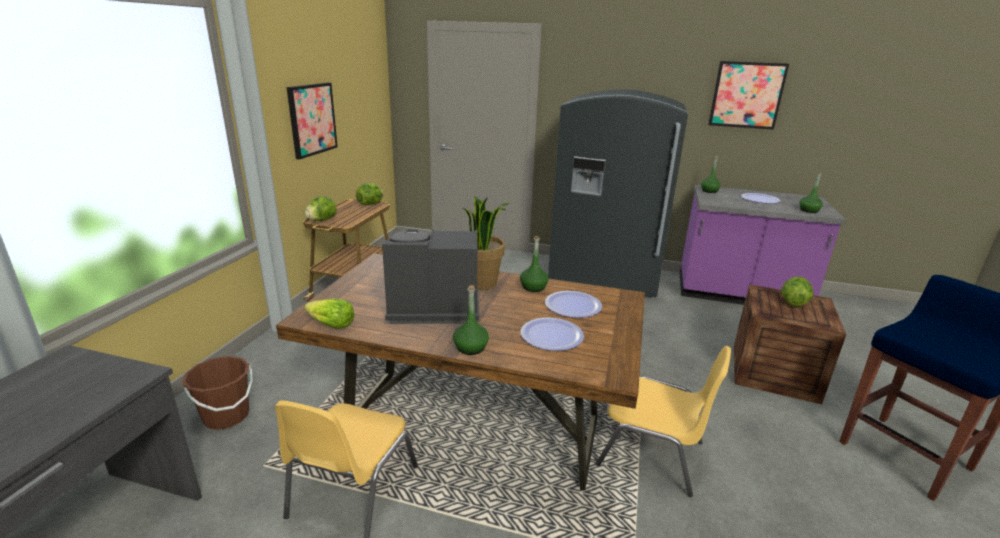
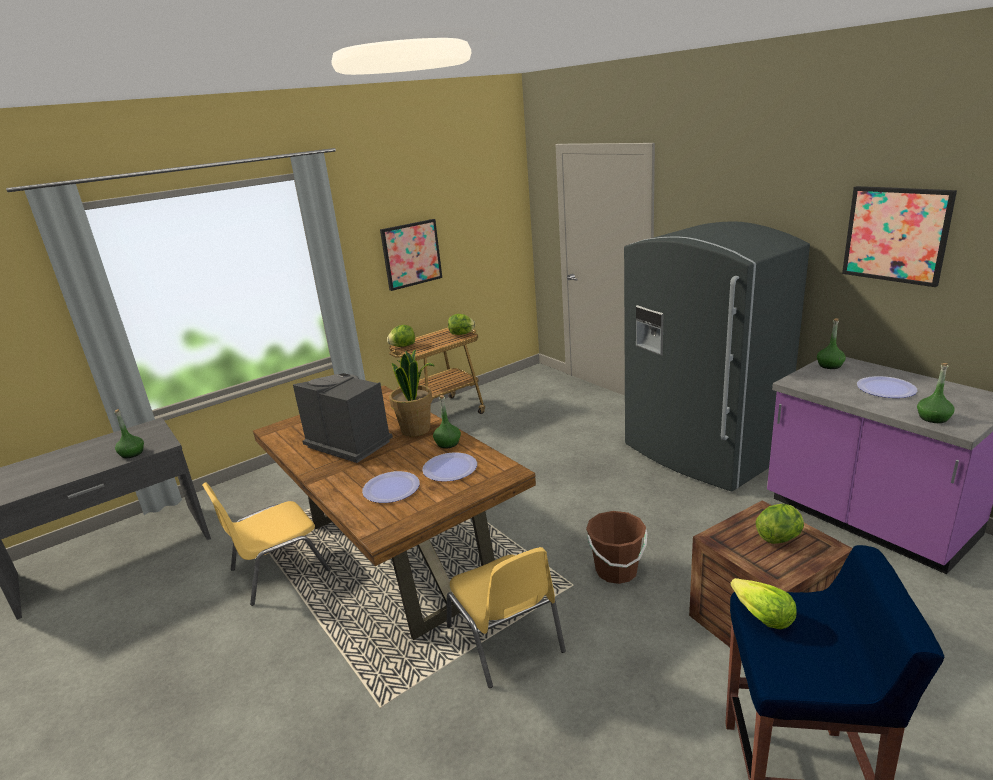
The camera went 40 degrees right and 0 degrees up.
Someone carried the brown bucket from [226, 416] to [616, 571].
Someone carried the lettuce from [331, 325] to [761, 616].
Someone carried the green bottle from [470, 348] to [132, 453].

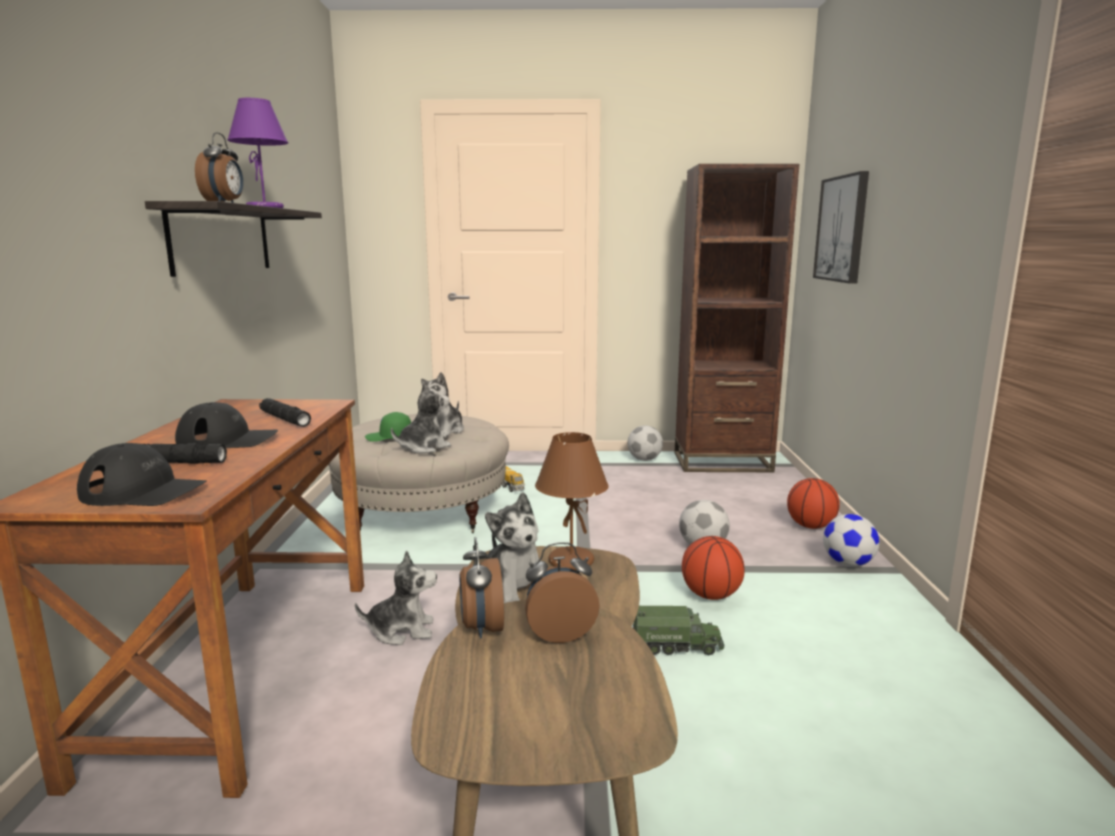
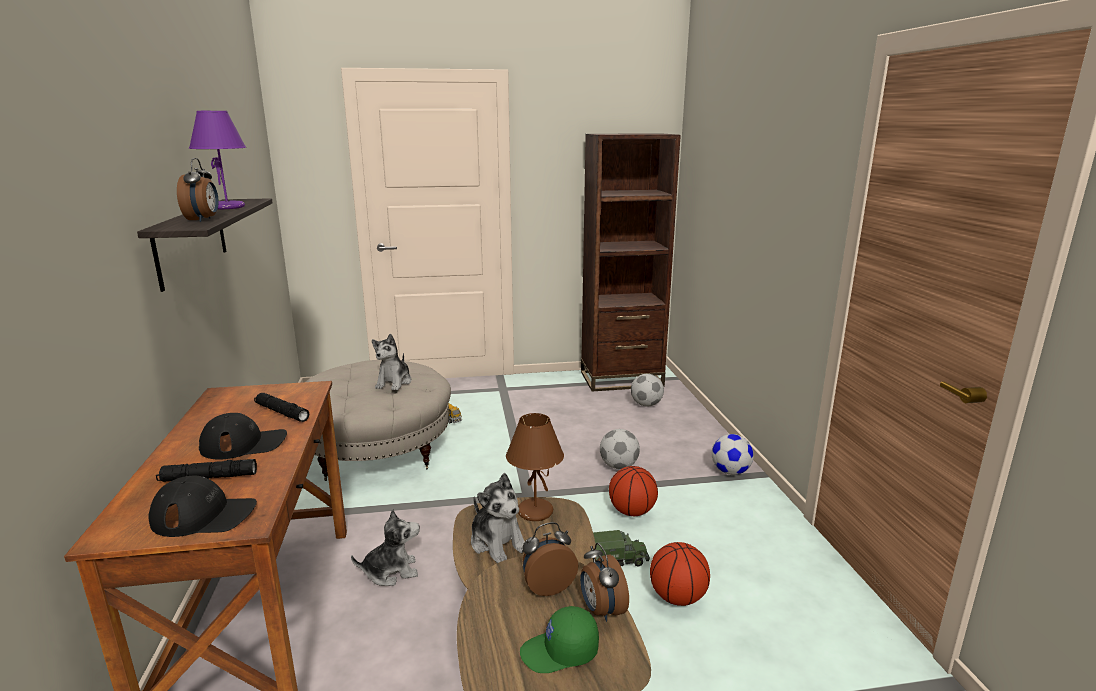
The camera went 10 degrees left and 5 degrees up.
Someone took away the plush toy at [423, 447].
Someone took away the picture at [842, 229].
Someone carried the green cap from [389, 437] to [560, 652].
Someone carried the alarm clock from [481, 628] to [601, 610].
Someone carried the football from [644, 459] to [646, 404].
Someone carried the basketball from [810, 526] to [678, 597].

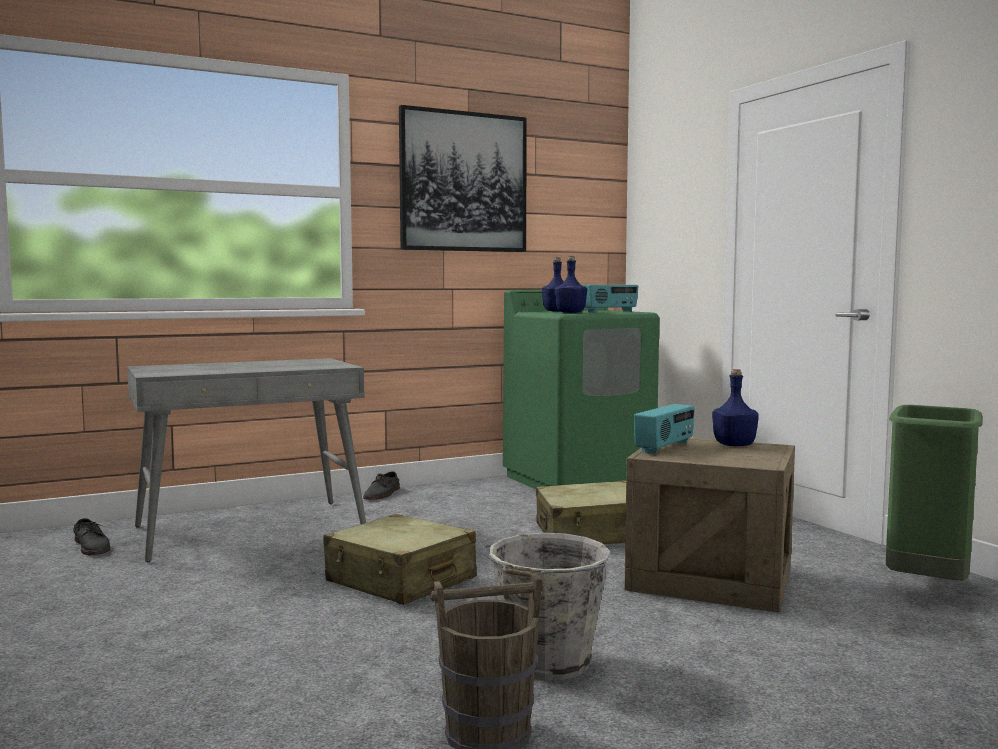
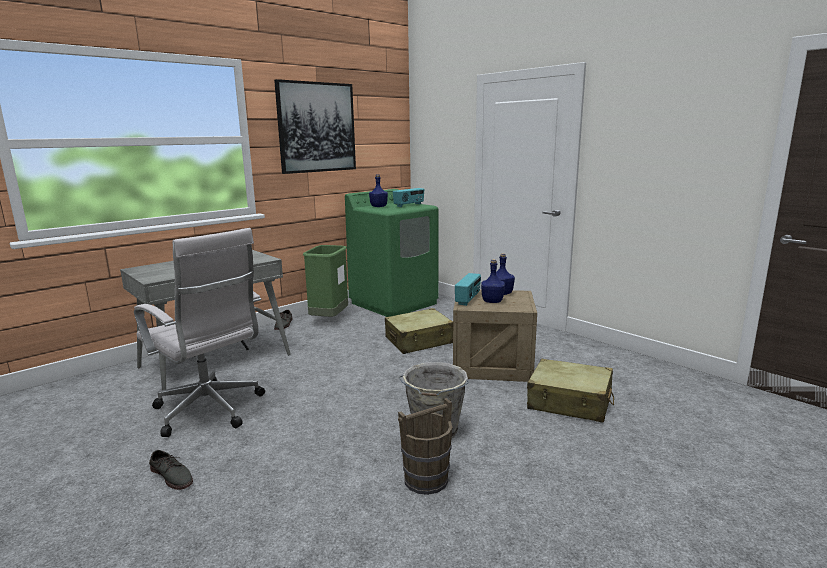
The camera went 15 degrees left and 10 degrees up.
Someone put down the white office chair at [211, 411].
Someone carried the grey shoe from [92, 547] to [172, 476].
Someone carried the beige suitcase from [400, 581] to [569, 402].
Someone carried the blue bottle from [571, 312] to [493, 301].
Someone carried the green trash can from [926, 587] to [329, 319].

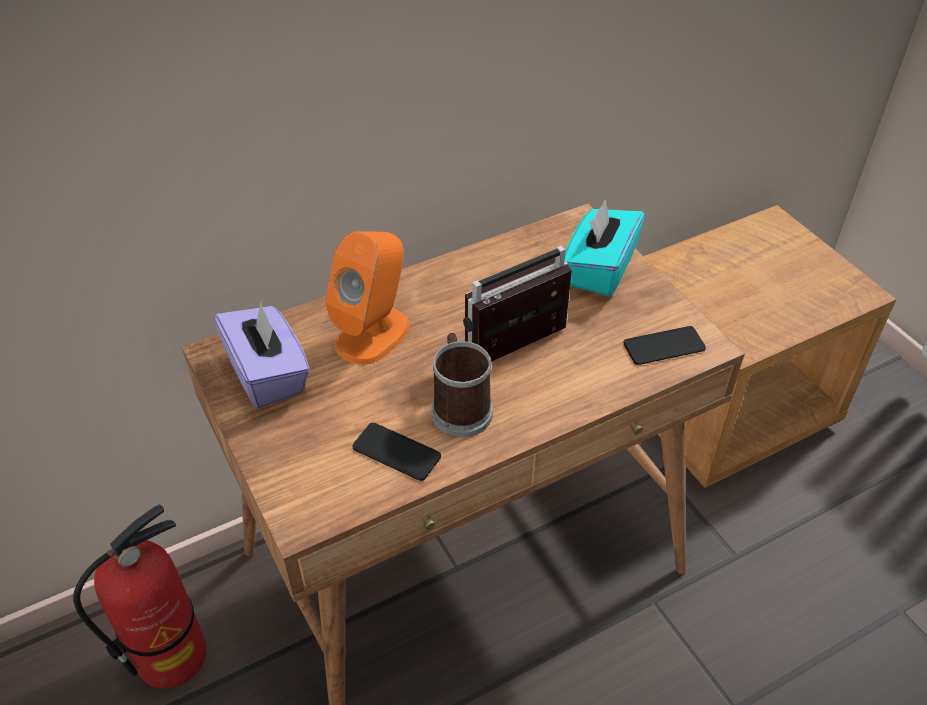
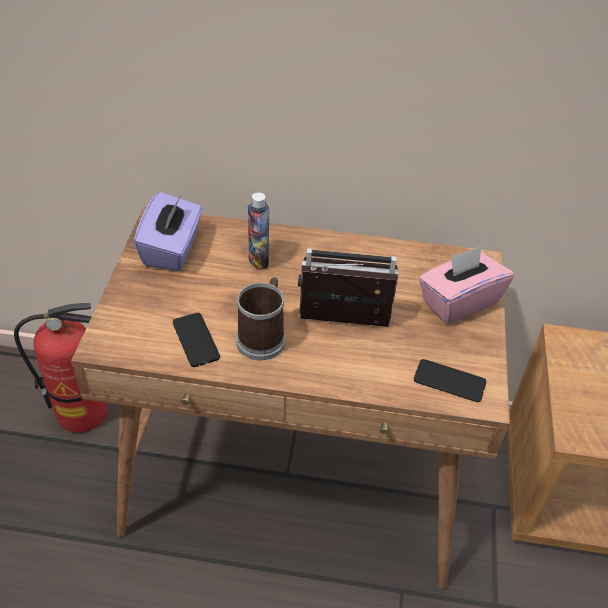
The camera went 35 degrees right and 0 degrees up.
Someone swapped the orange speaker at [373, 334] for the bottle at [258, 260].
Someone repainted the turquoise tissue box at [599, 269], which became the pink tissue box at [458, 302].

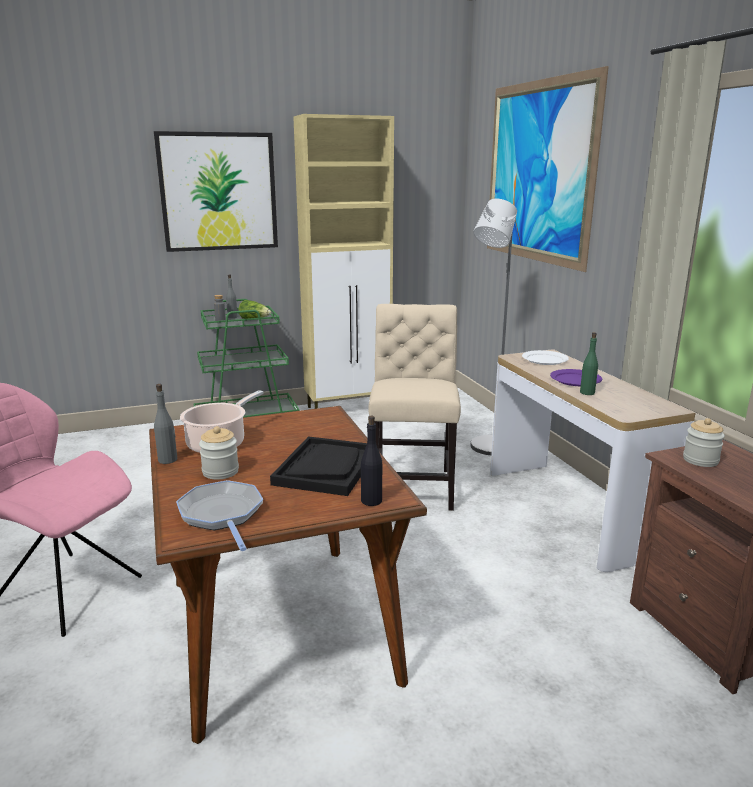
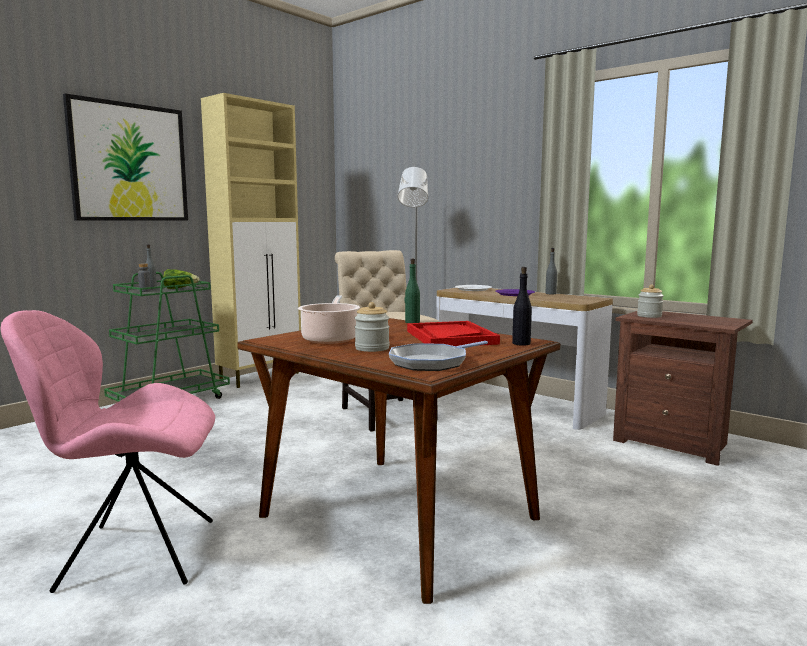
The camera went 30 degrees left and 10 degrees down.
Someone took away the picture at [537, 172].
Someone carried the grey bottle from [168, 460] to [551, 293].
Someone carried the green bottle from [587, 392] to [412, 322].
Someone repainted the black tray at [326, 468], which became the red tray at [450, 337].
Someone rotated the frying pan at [222, 515] by 75 degrees counterclockwise.

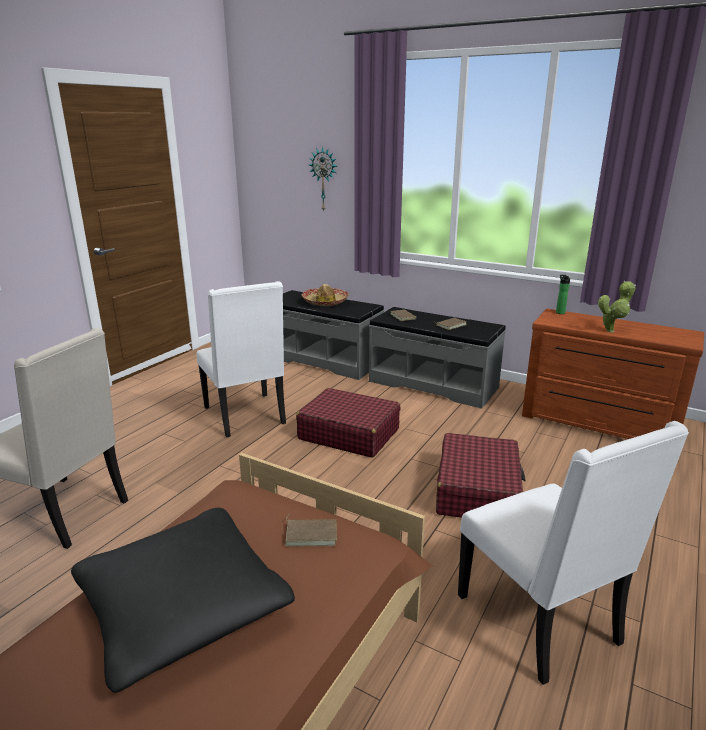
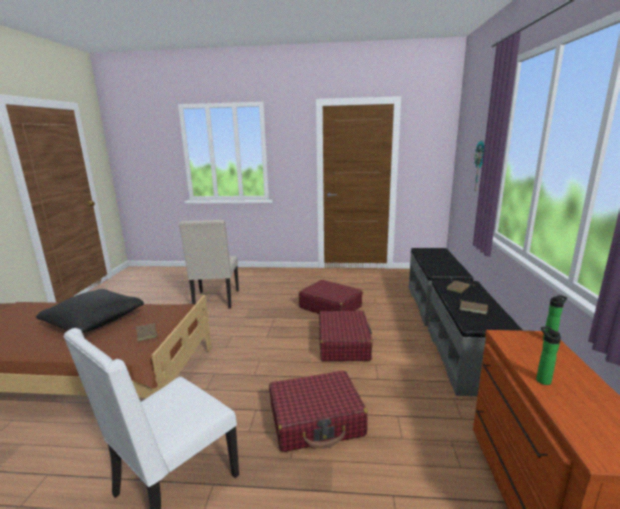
The camera went 65 degrees right and 5 degrees down.
Someone took away the hat at [325, 302].
Someone swapped the white chair at [246, 416] for the red suitcase at [330, 307].
Someone swapped the potted plant at [611, 330] for the bottle at [541, 379].

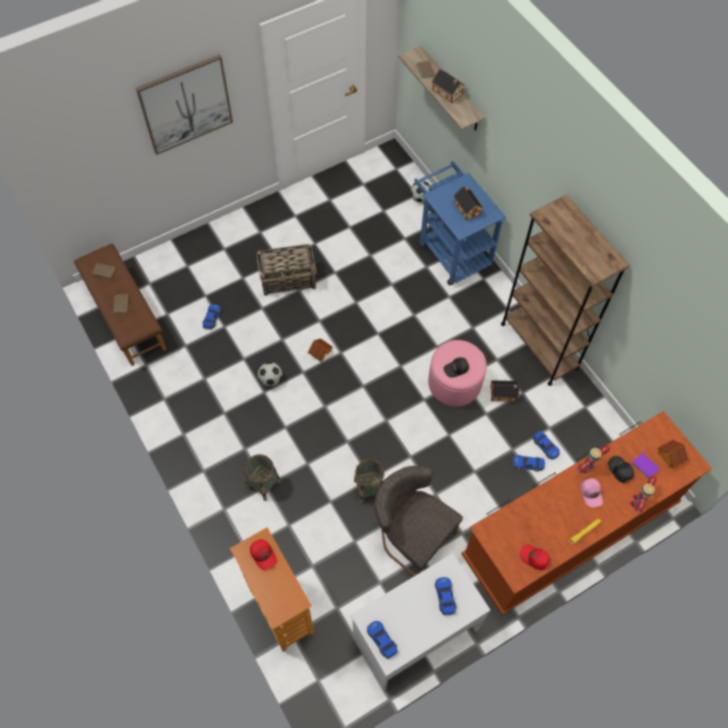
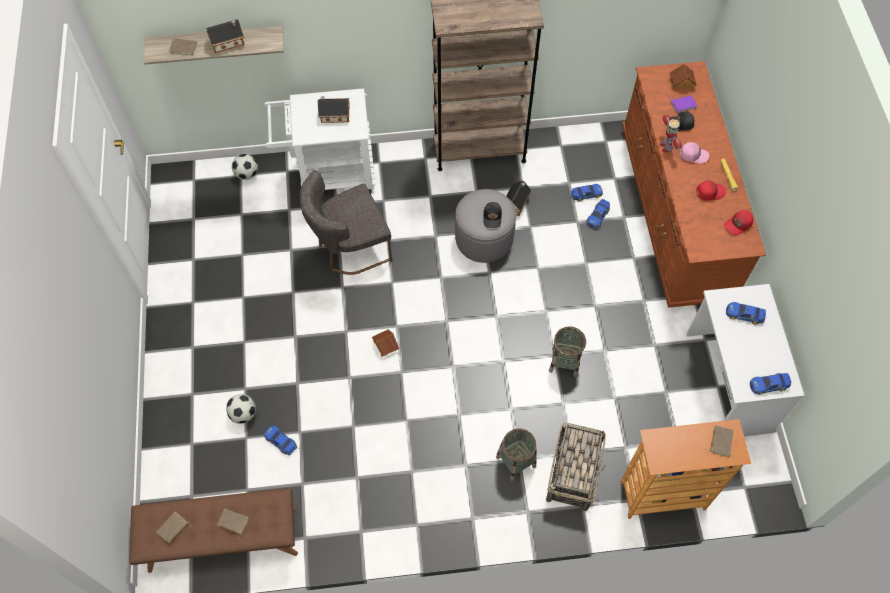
The camera went 65 degrees left and 0 degrees up.
Someone took away the picture at [186, 104].
Someone took away the toy robot at [637, 501].
Someone put down the brown book at [720, 441].
Someone carried the red cap from [263, 554] to [709, 192].
Someone carried the basket from [288, 279] to [573, 473].
Someone carried the football from [271, 379] to [243, 414].
Someone carried the grey chair from [411, 535] to [349, 248].
Someone repainted the blue cart at [451, 250], which became the white cart at [329, 175].
Someone repainted the pink ottoman at [454, 383], which became the grey ottoman at [484, 238].

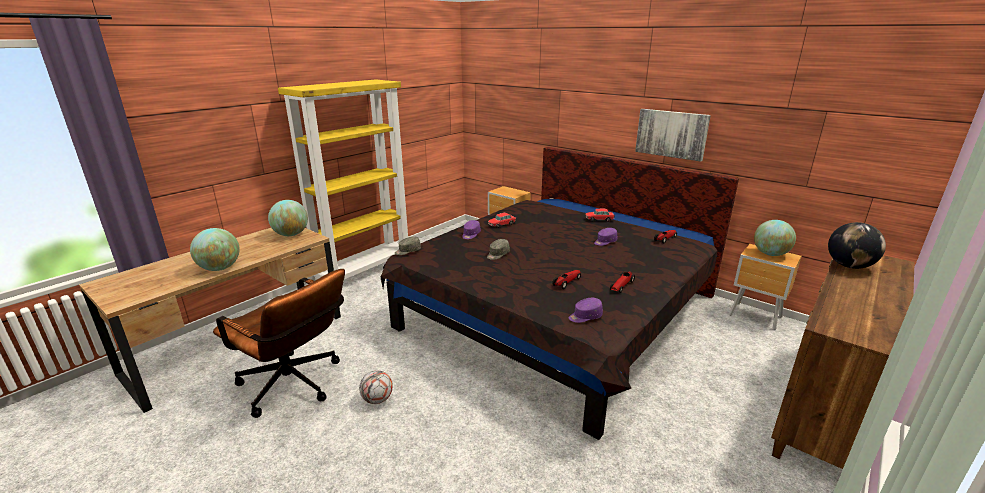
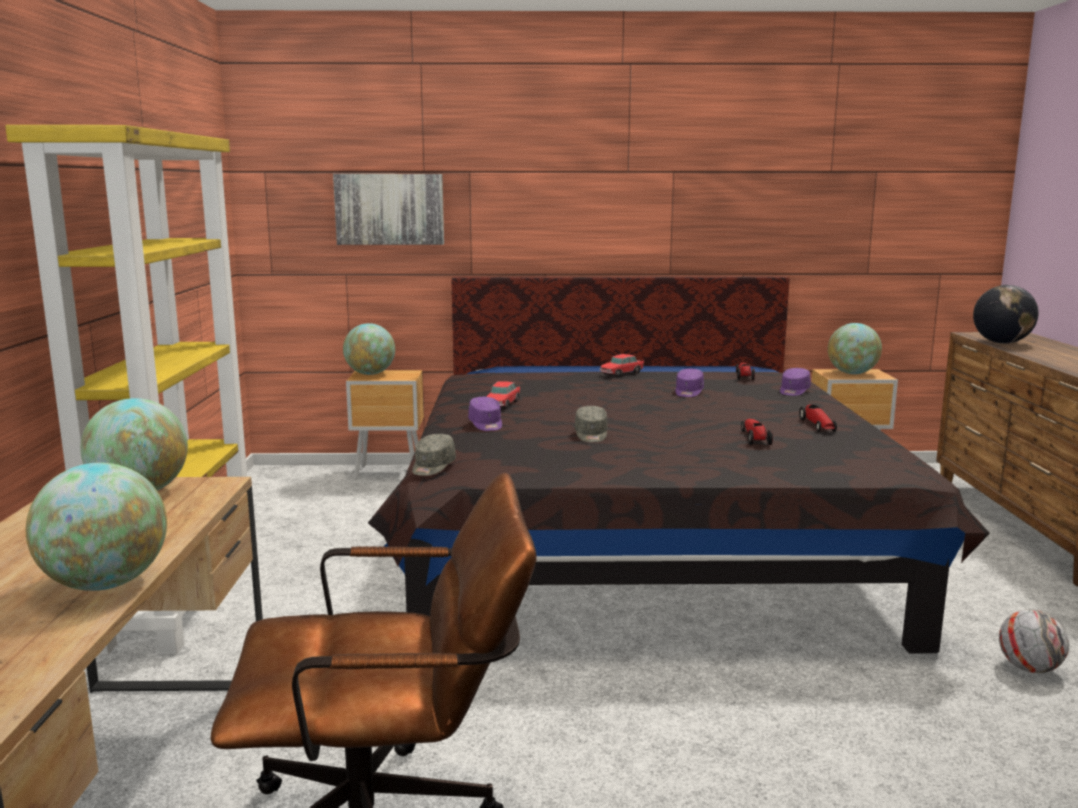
The camera went 40 degrees left and 10 degrees down.
Someone put down the globe at [370, 374].
Someone carried the football from [377, 399] to [1029, 668].
Someone carried the purple cap from [585, 316] to [794, 391].
Someone carried the picture from [671, 134] to [389, 209].

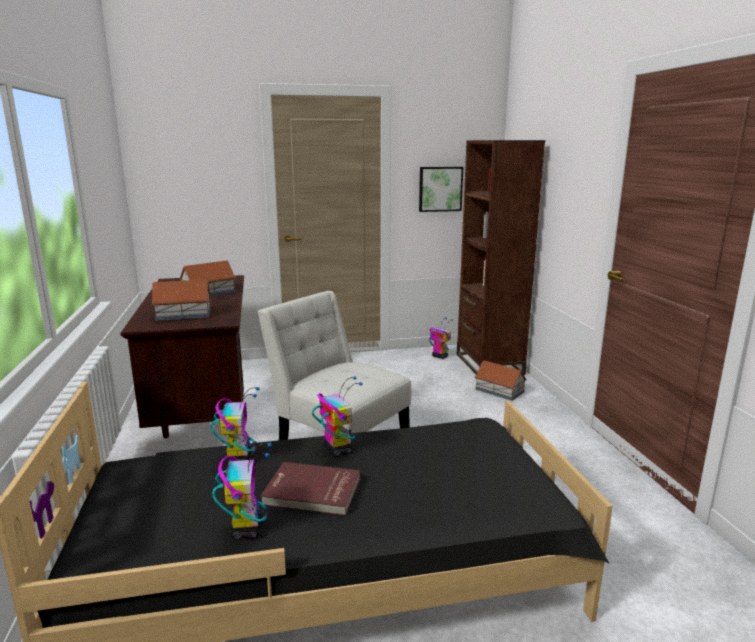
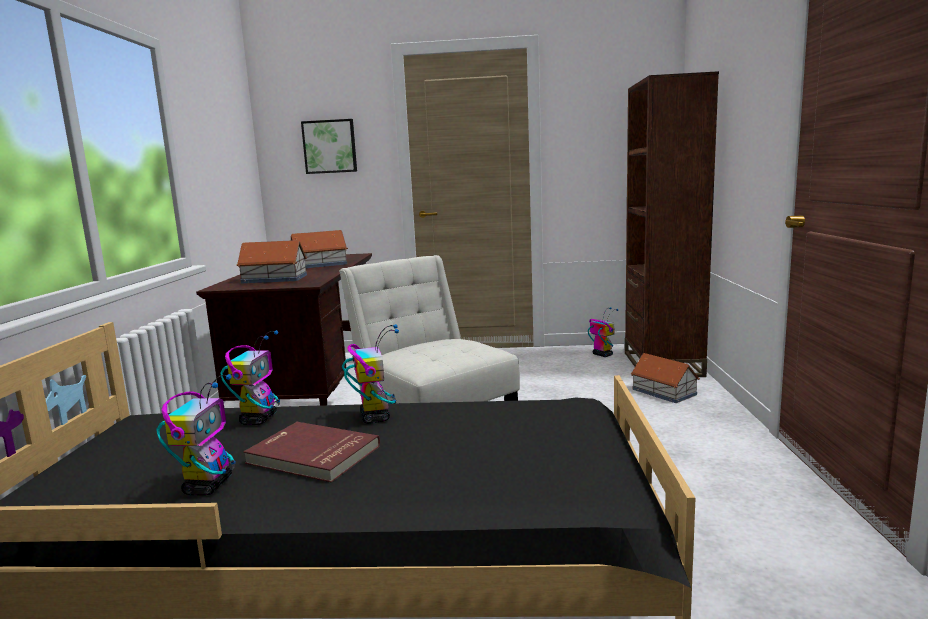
The camera went 15 degrees right and 5 degrees down.
Someone carried the picture from [440, 189] to [330, 146].

